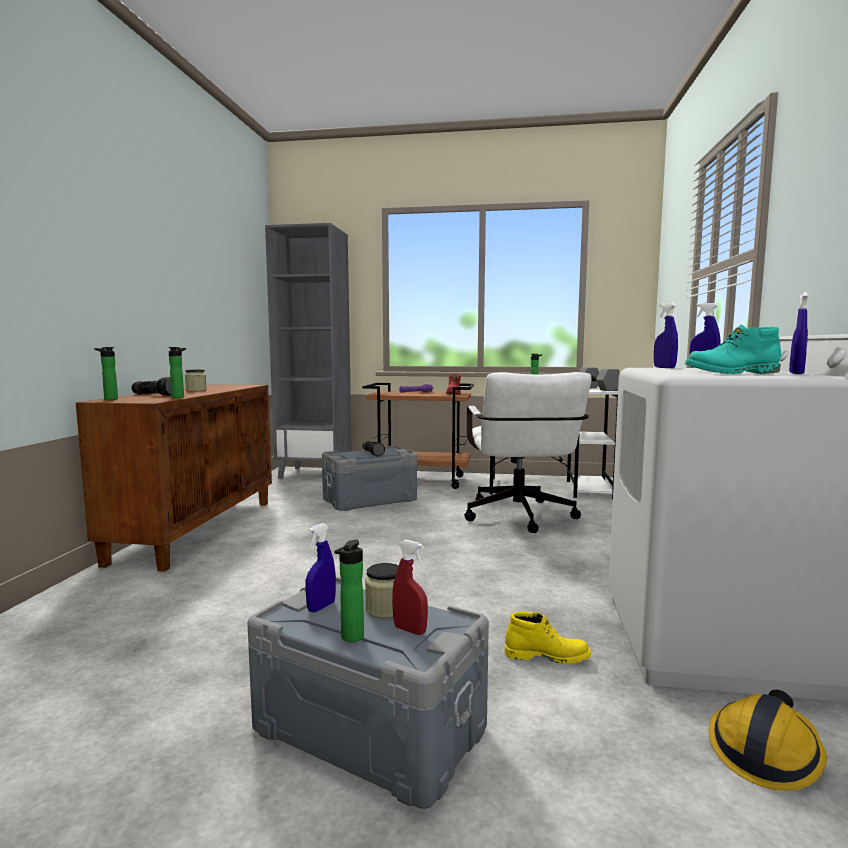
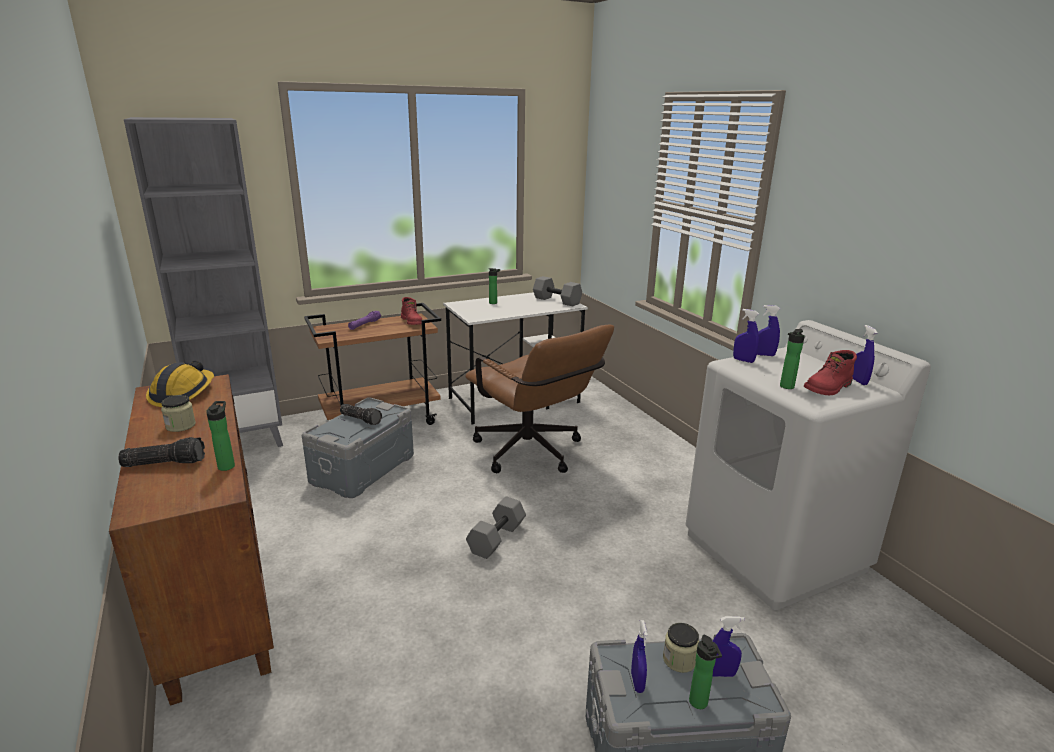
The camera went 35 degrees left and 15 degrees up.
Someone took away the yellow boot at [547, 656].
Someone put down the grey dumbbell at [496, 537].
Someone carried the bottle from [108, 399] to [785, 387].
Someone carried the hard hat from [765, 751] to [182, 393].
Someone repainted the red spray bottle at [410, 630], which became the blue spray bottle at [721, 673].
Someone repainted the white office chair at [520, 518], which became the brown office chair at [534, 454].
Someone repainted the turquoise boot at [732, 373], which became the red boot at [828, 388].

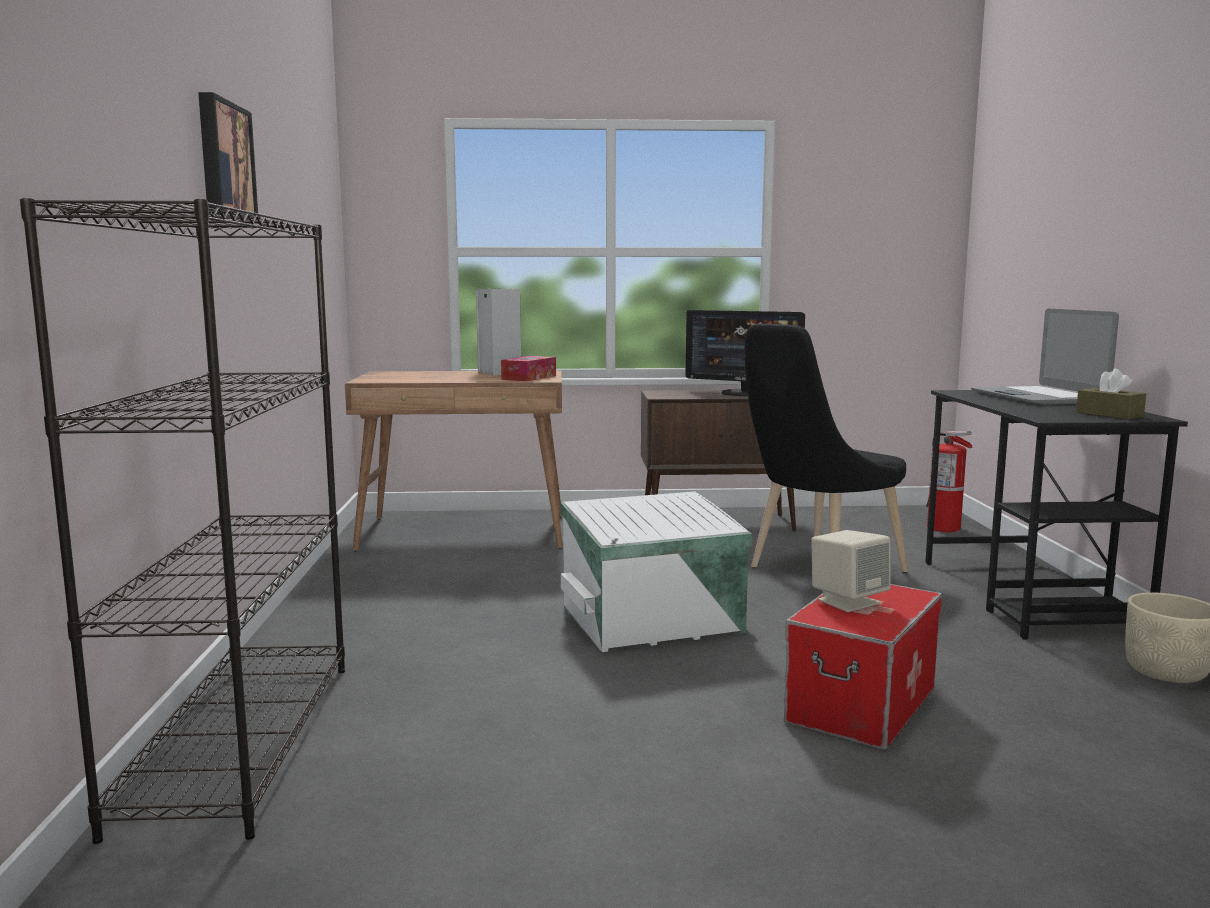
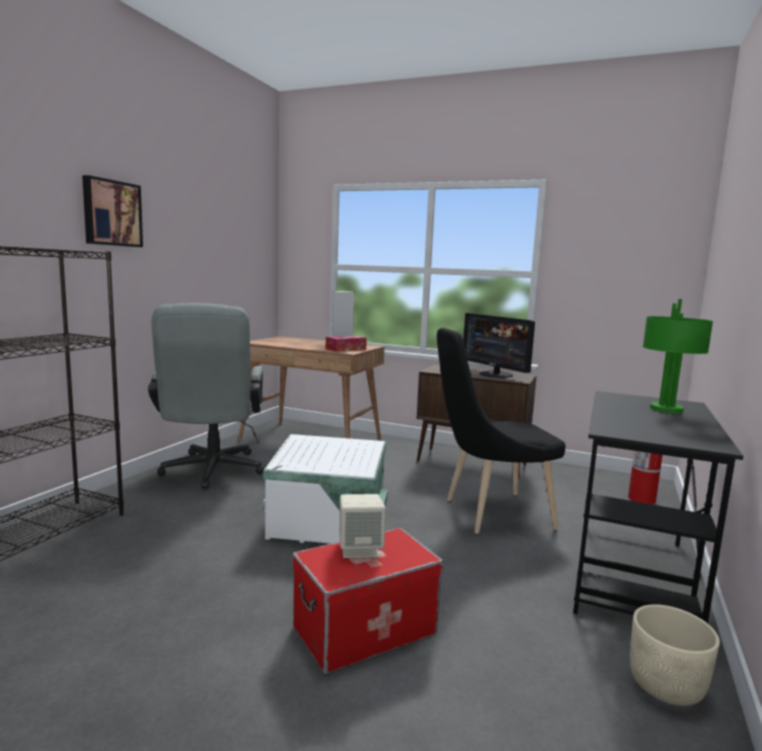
The camera went 25 degrees right and 0 degrees up.
Someone took away the brown tissue box at [1109, 414].
Someone put down the grey office chair at [211, 473].
Someone swapped the laptop at [1038, 397] for the green table lamp at [667, 409].

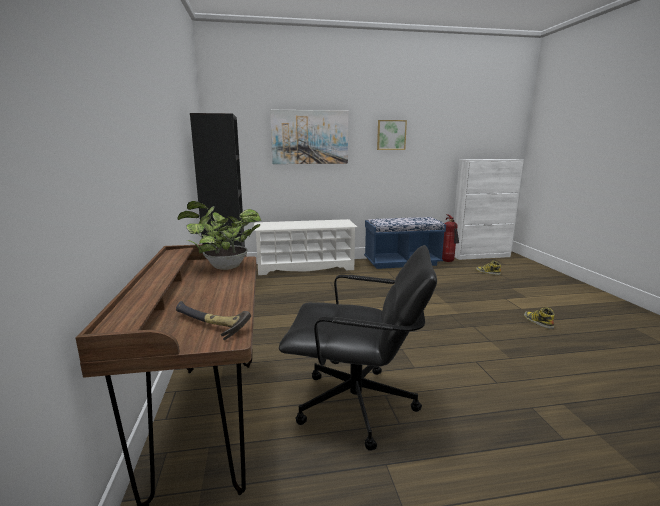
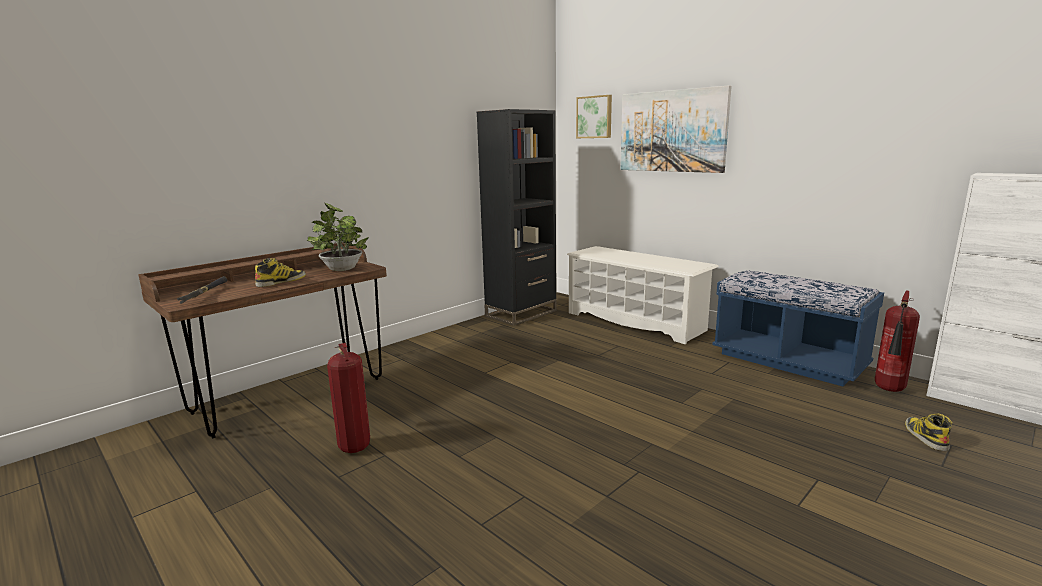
The camera went 55 degrees right and 0 degrees up.
Someone carried the picture from [391, 135] to [594, 117].
Someone carried the boot from [537, 322] to [281, 282].
Someone swapped the black office chair at [357, 406] for the fire extinguisher at [353, 446].

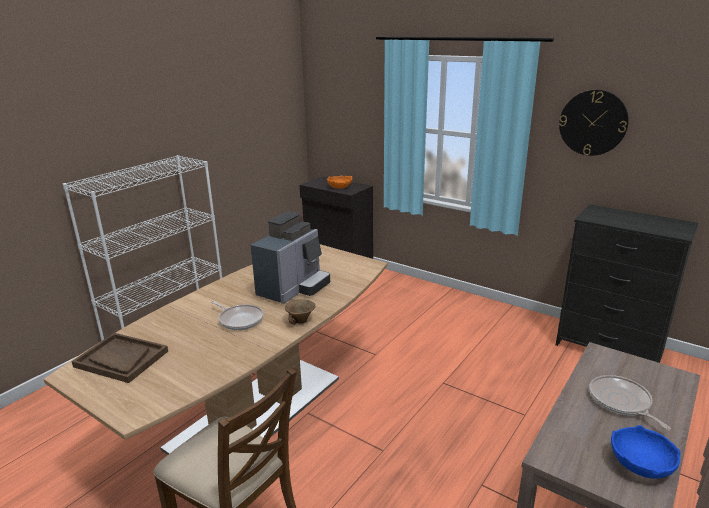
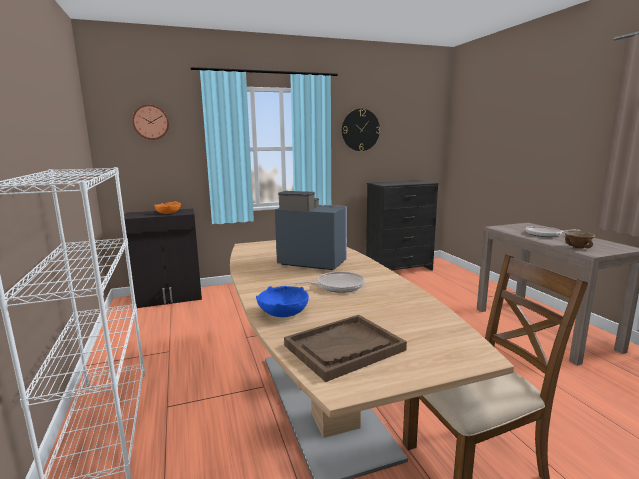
The camera went 55 degrees left and 10 degrees down.
Someone put up the wall clock at [151, 122].
Someone carried the brown bowl from [301, 321] to [578, 247].
Someone carried the blue bowl from [641, 465] to [284, 313].
Someone rotated the coffee machine at [294, 288] by 45 degrees counterclockwise.

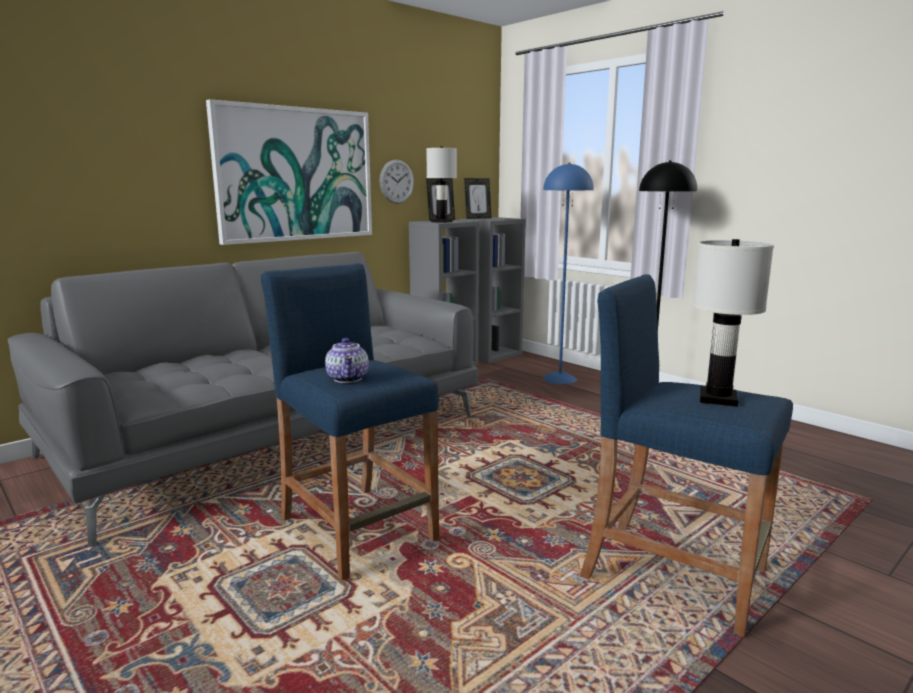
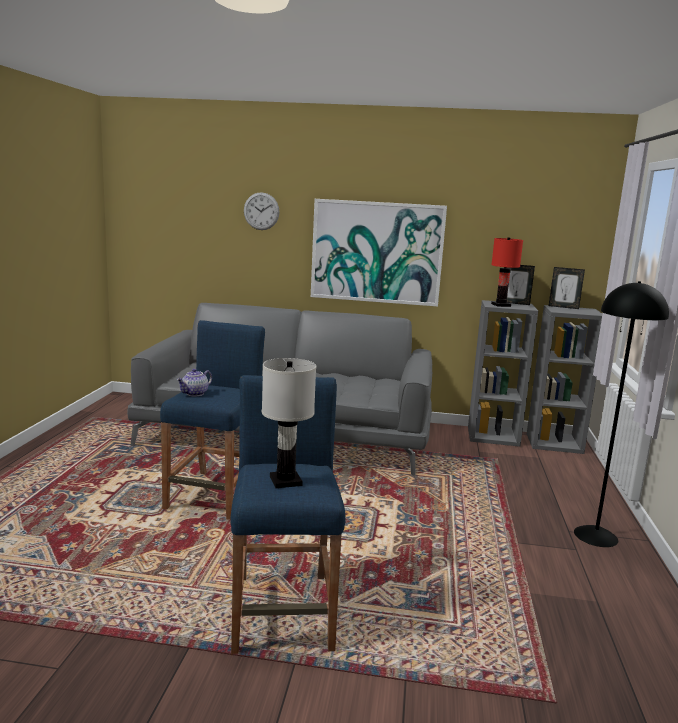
The camera went 50 degrees right and 0 degrees up.
Someone took away the blue floor lamp at [560, 378].
Someone carried the wall clock from [396, 181] to [261, 211].
Someone repainted the white table lamp at [441, 221], which became the red table lamp at [501, 305].

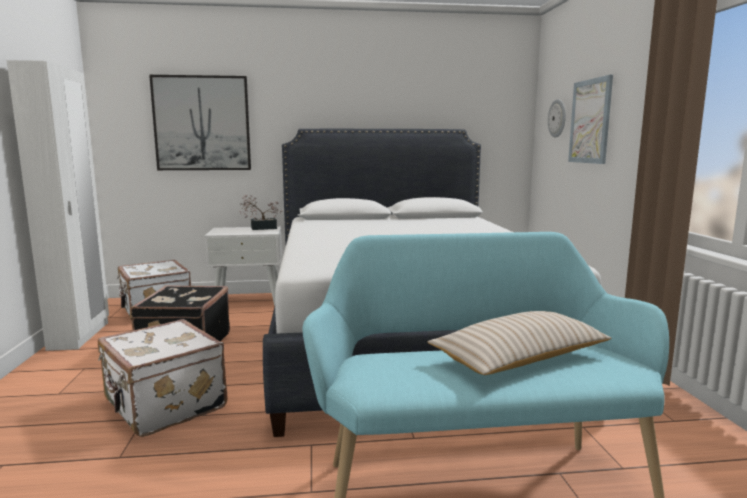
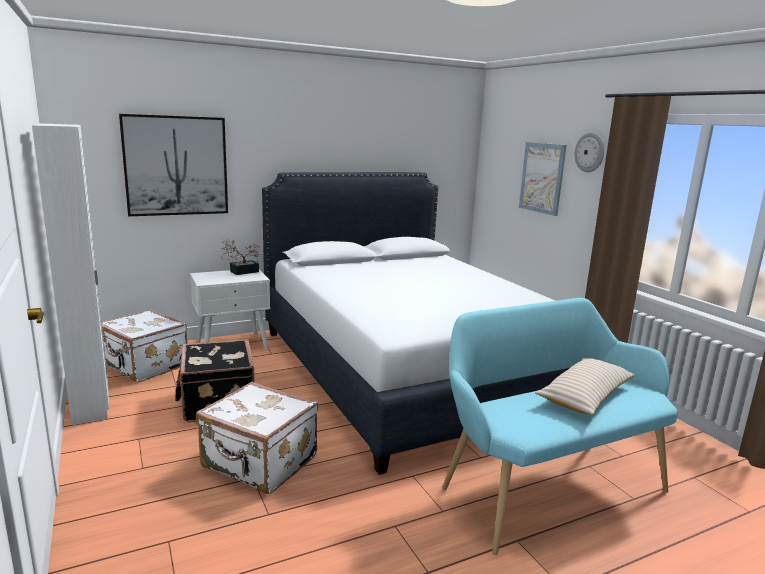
The camera went 20 degrees left and 5 degrees up.
Someone carried the wall clock from [557, 118] to [590, 152].

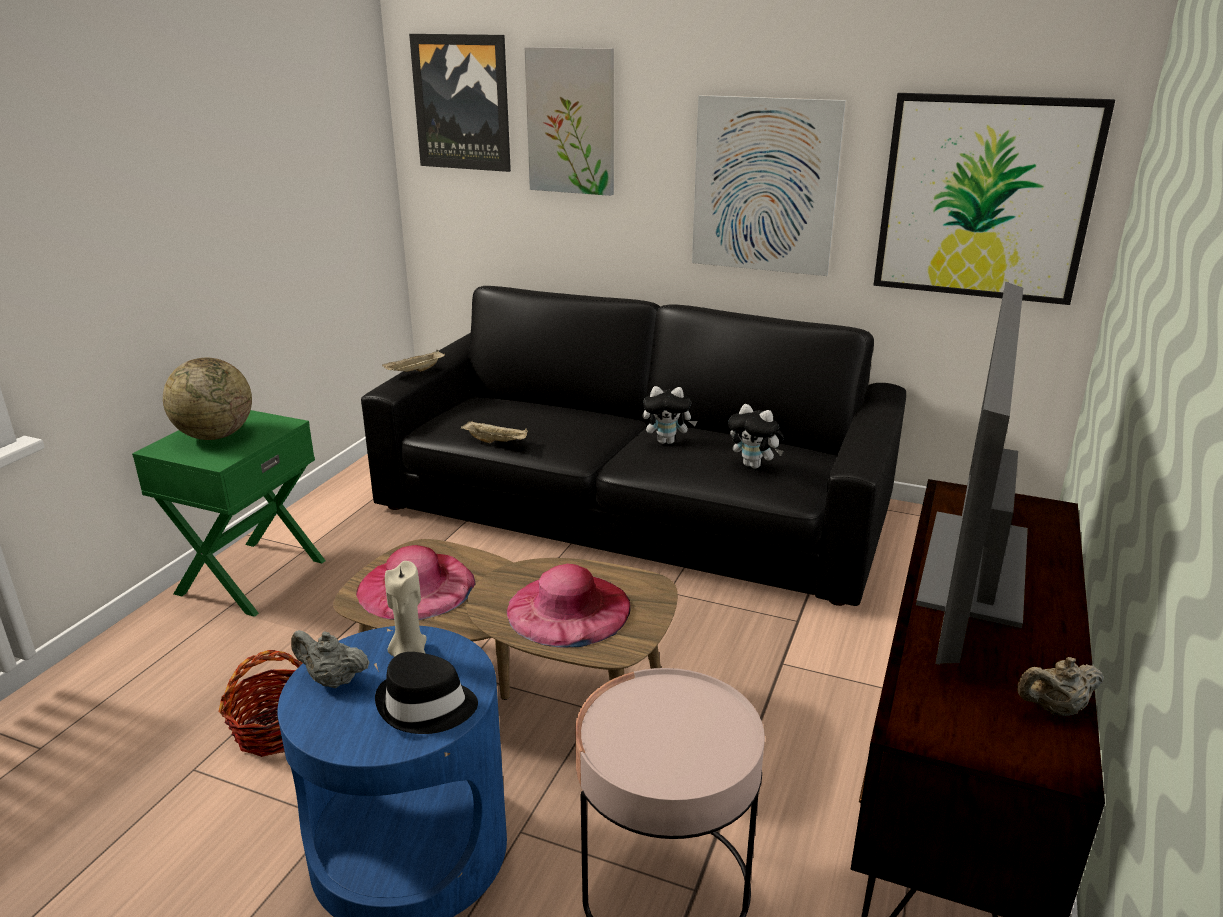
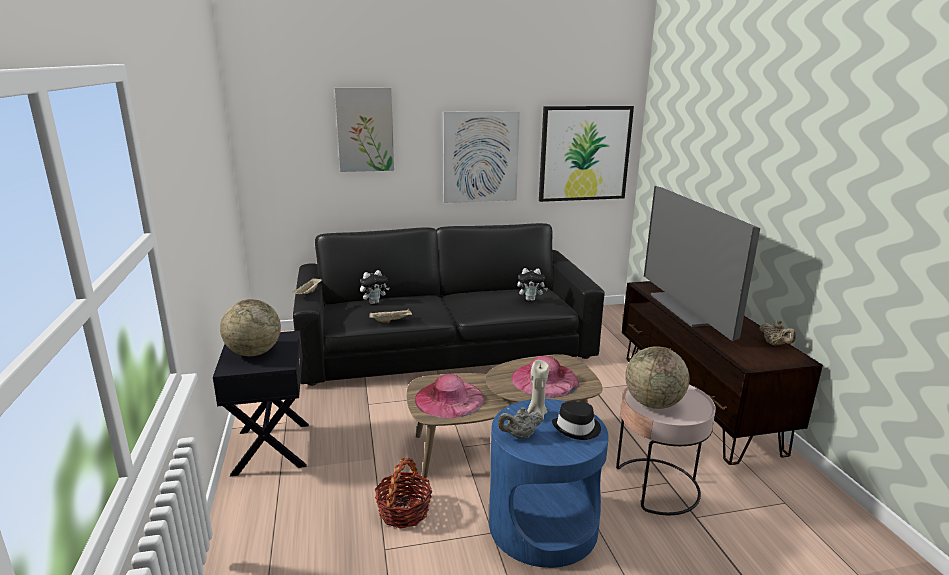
The camera went 35 degrees left and 5 degrees down.
Someone took away the picture at [462, 103].
Someone put down the globe at [653, 403].
Someone carried the plush toy from [667, 441] to [374, 302].
Someone repainted the green nightstand at [250, 576], which became the black nightstand at [270, 448].
Someone rotated the beige teapot at [1054, 709] by 75 degrees counterclockwise.

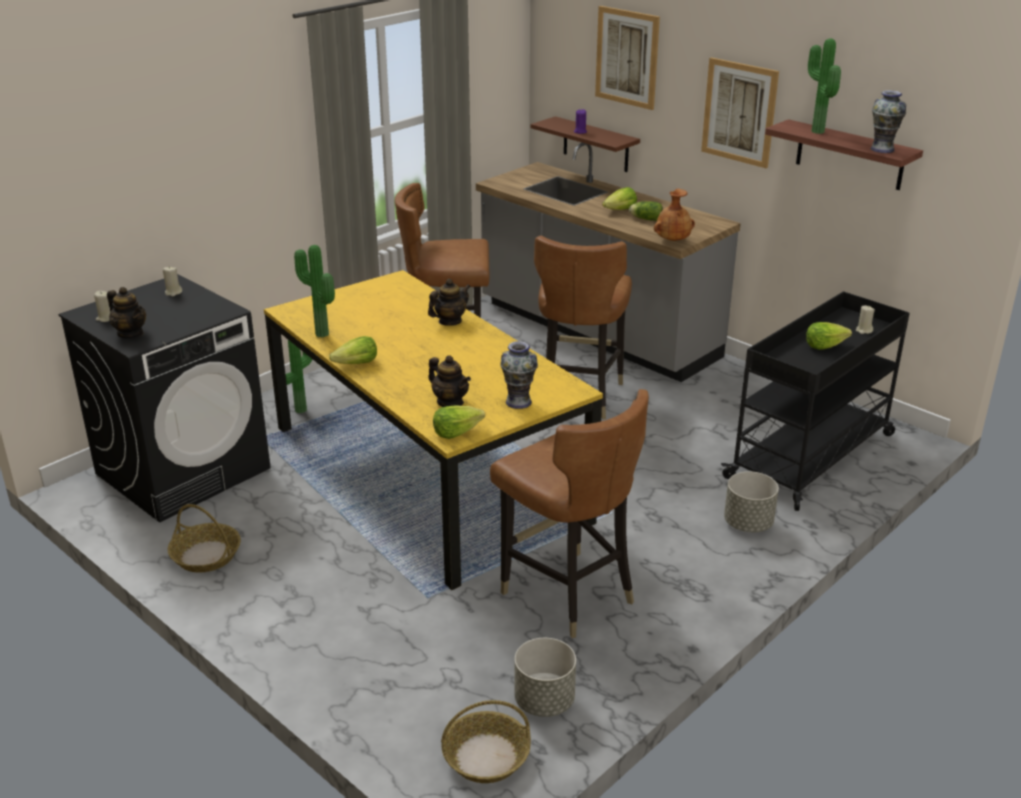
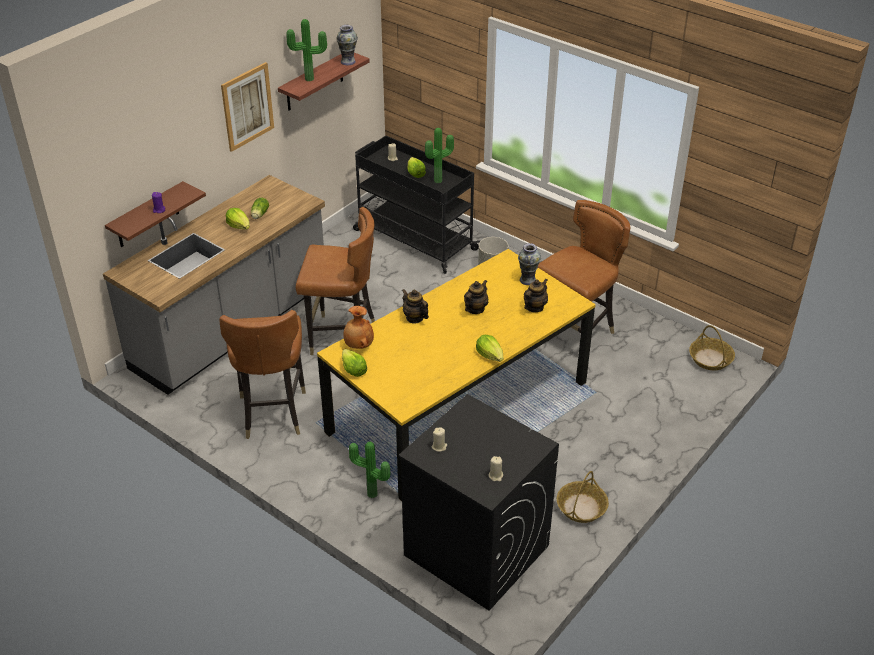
The camera went 95 degrees left and 10 degrees up.
Someone took away the grey planter at [544, 701].
Someone took away the picture at [627, 57].
Someone carried the teapot from [131, 333] to [475, 309].
Someone carried the potted plant from [320, 335] to [439, 181].
Someone carried the lettuce from [456, 432] to [353, 369].
Someone carried the brown vase from [672, 240] to [358, 345].

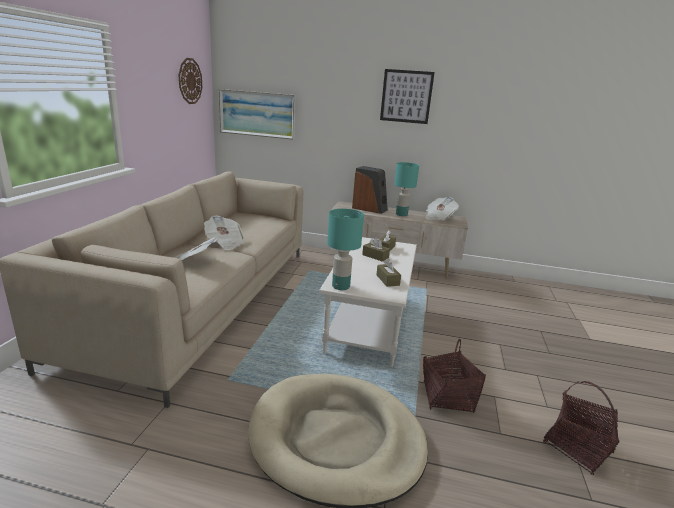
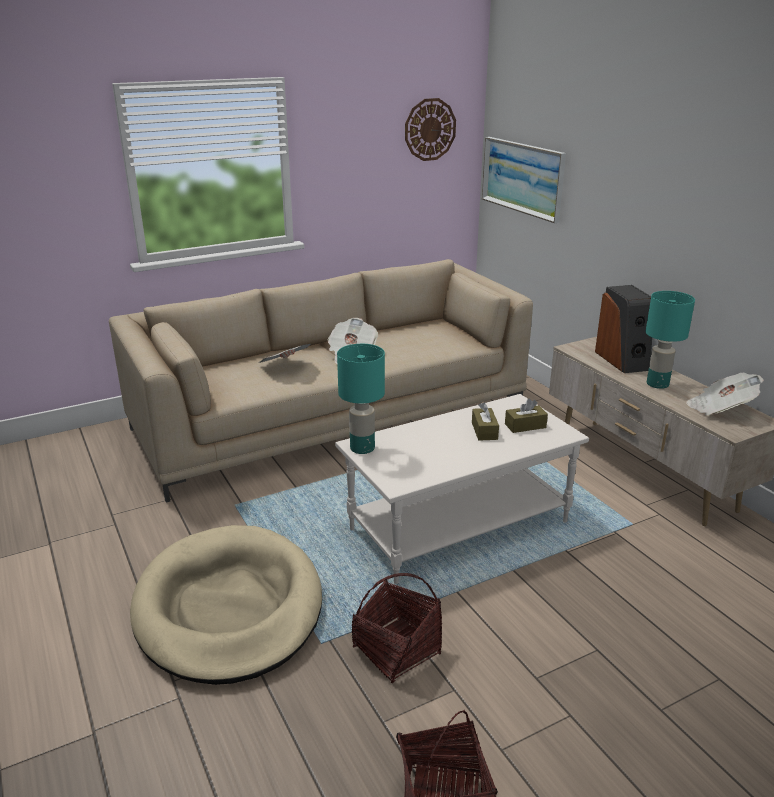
The camera went 50 degrees right and 5 degrees up.
Someone took away the brown tissue box at [387, 280].
Someone took away the picture at [406, 96].

